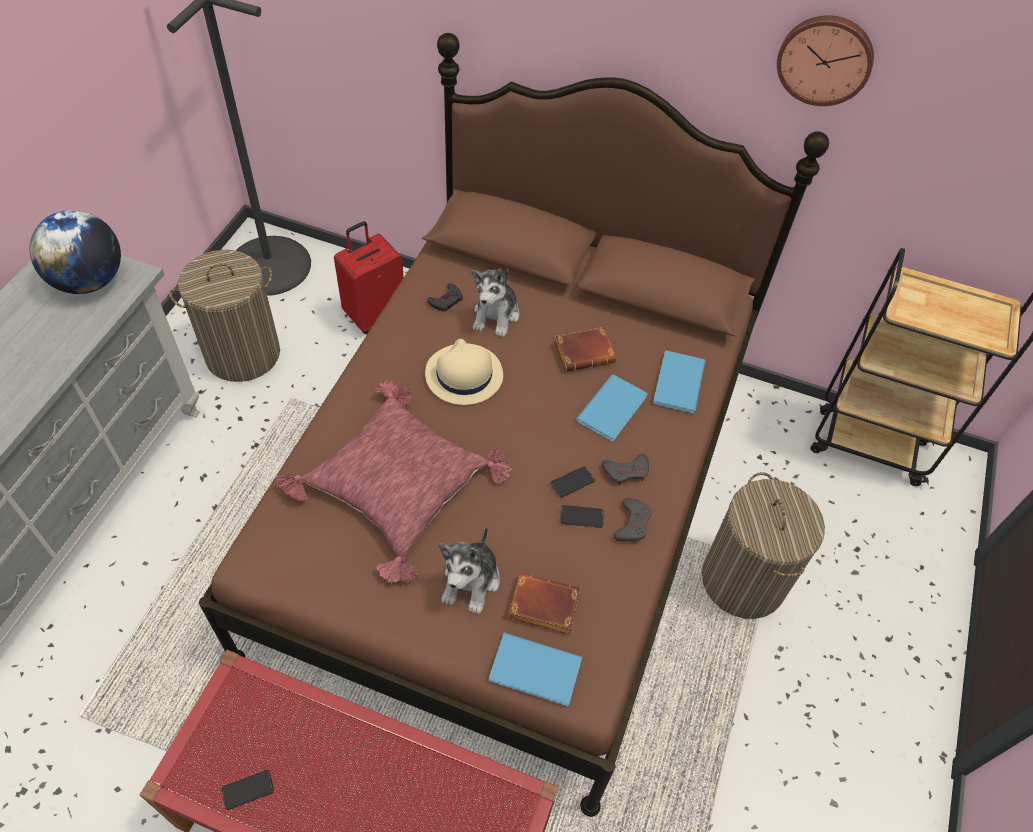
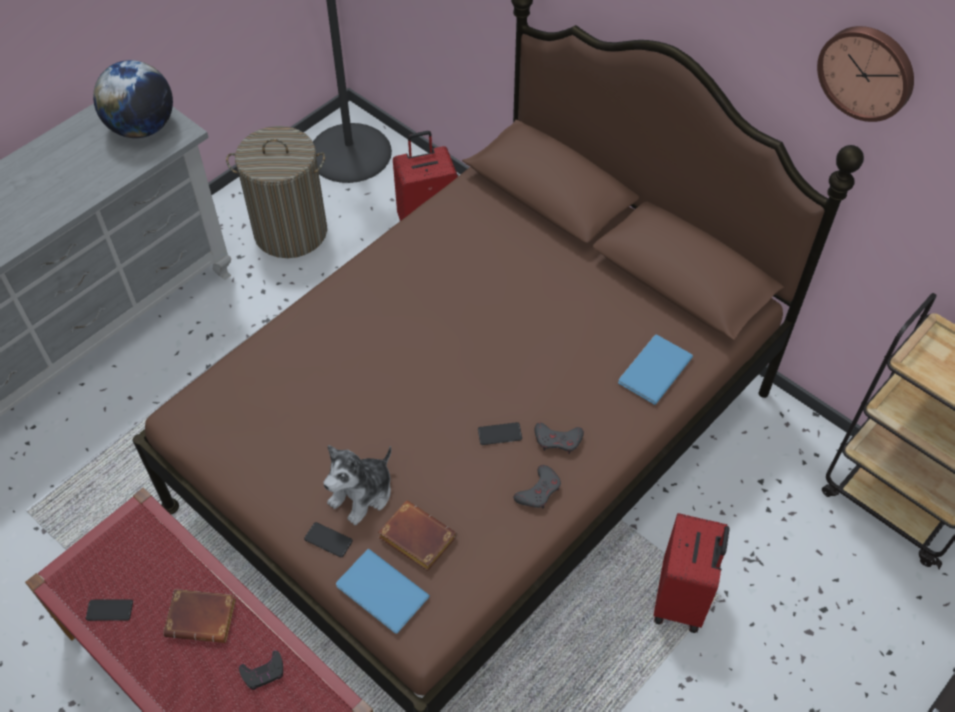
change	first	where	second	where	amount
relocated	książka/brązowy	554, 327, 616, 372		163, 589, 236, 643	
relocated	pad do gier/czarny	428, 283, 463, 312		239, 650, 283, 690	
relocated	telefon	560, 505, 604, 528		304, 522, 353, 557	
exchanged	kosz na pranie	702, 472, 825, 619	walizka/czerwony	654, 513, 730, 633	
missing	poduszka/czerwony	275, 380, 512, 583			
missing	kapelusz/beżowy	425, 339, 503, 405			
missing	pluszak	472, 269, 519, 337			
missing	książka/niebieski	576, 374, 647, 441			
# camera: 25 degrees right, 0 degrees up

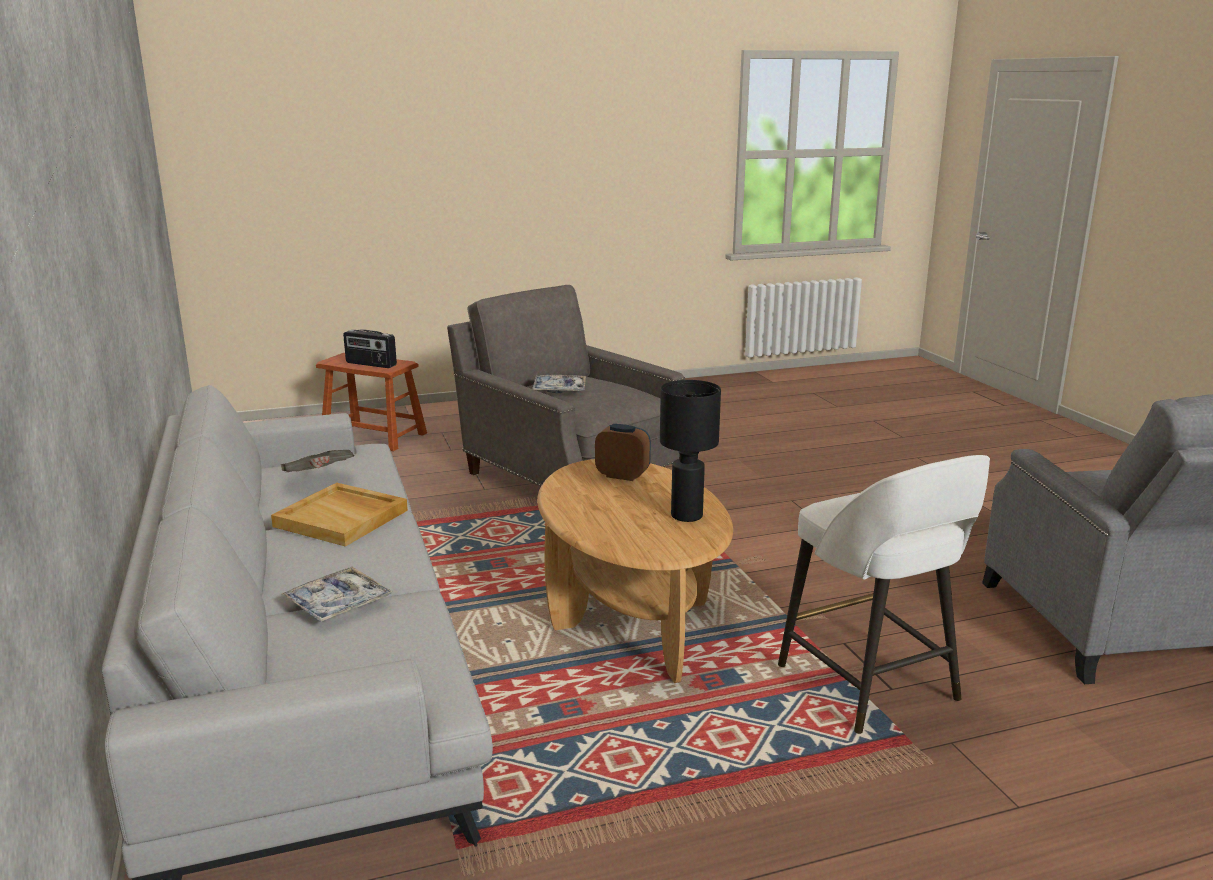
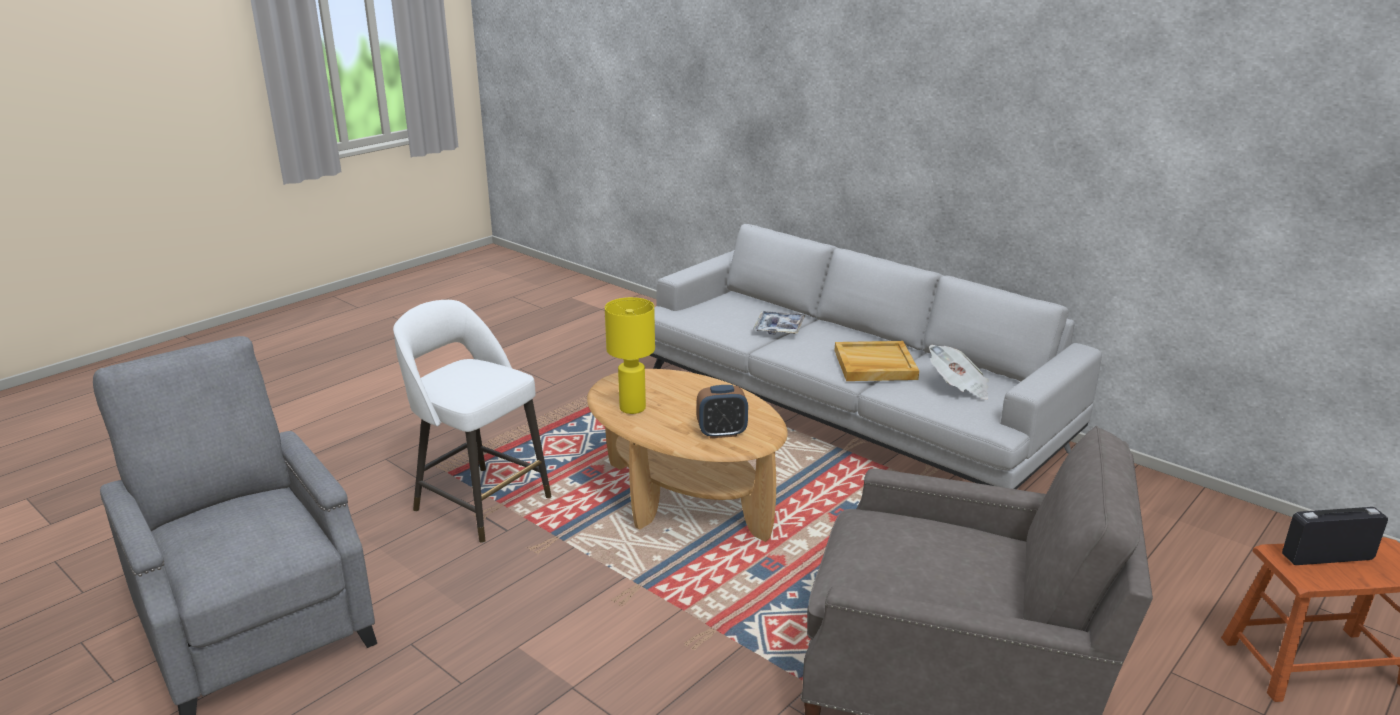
change	first	where	second	where	amount
colour	lampa stołowa/czarny	660, 380, 721, 522	lampa stołowa/żółty	605, 297, 655, 414	
missing	taca	532, 375, 586, 393			
# camera: 150 degrees right, 5 degrees up

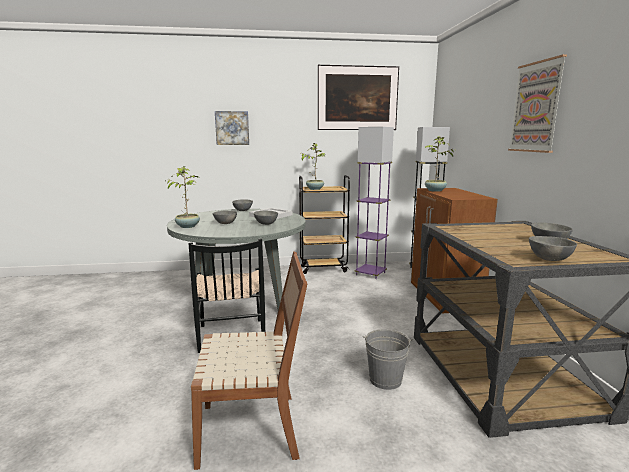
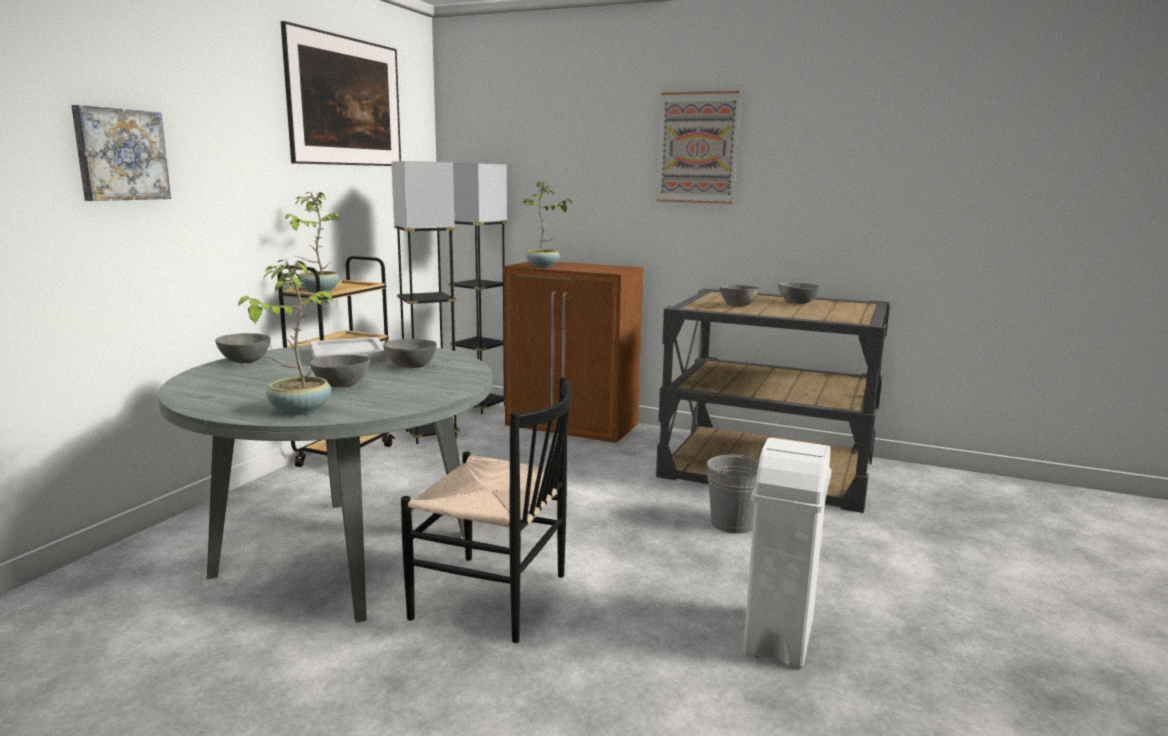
change	first	where	second	where	amount
colour	lampa stojąca/fioletowy	355, 127, 394, 279	lampa stojąca/czarny	391, 161, 460, 444	
relocated	miska/szary	529, 236, 577, 261		719, 284, 760, 306	
exchanged	krzesło	191, 251, 307, 470	kosz na śmieci/biały	743, 438, 832, 668	
# camera: 60 degrees left, 0 degrees up

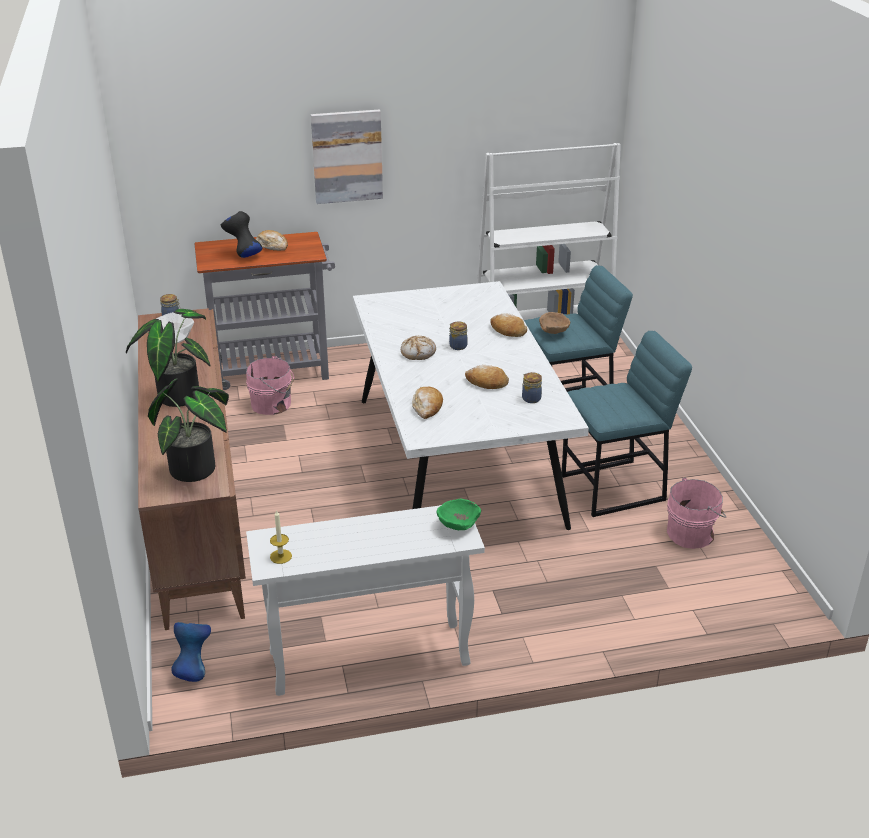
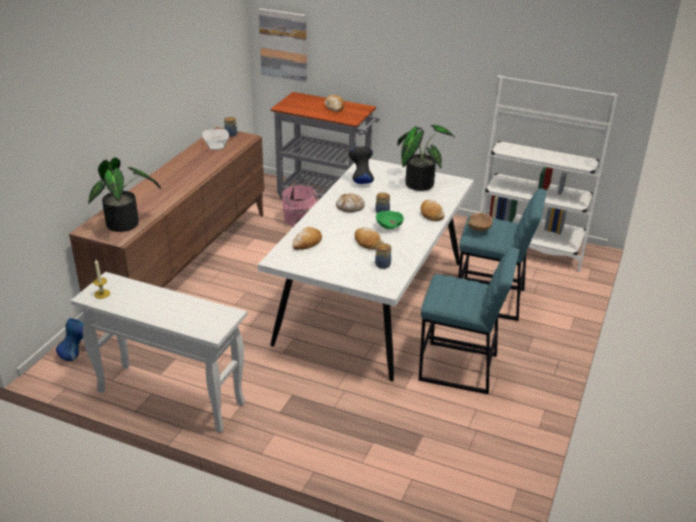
change	first	where	second	where	amount
relocated	obraz	311, 110, 383, 204		258, 8, 307, 82	
relocated	wazon/czarny	221, 211, 262, 258		348, 146, 374, 184	
relocated	miska/zielony	437, 499, 481, 530		376, 211, 404, 229	
relocated	roślina doniczkowa	126, 309, 210, 407		397, 125, 455, 191	
missing	wiadro/różowy	667, 478, 726, 549			
# camera: 35 degrees right, 0 degrees up

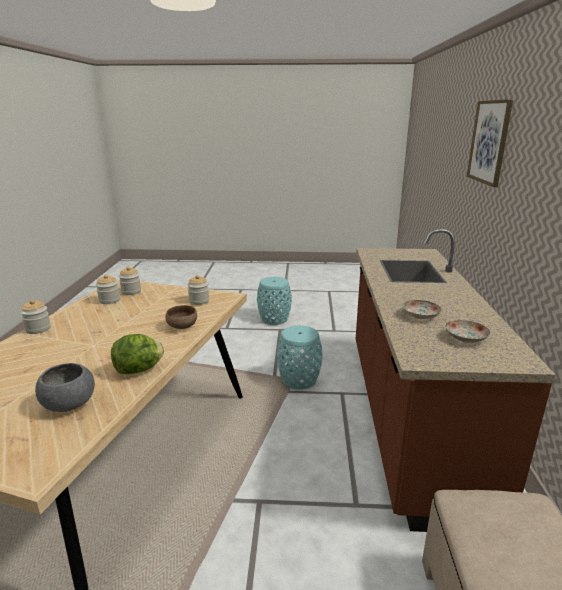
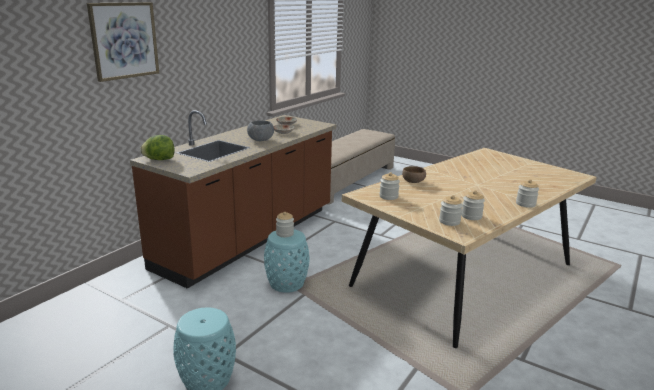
change	first	where	second	where	amount
relocated	sałata	111, 334, 164, 374		140, 135, 175, 160	
relocated	miska/szary	35, 363, 95, 412		247, 120, 274, 141	
appeared			słoik	276, 212, 294, 237	
# camera: 150 degrees left, 0 degrees up

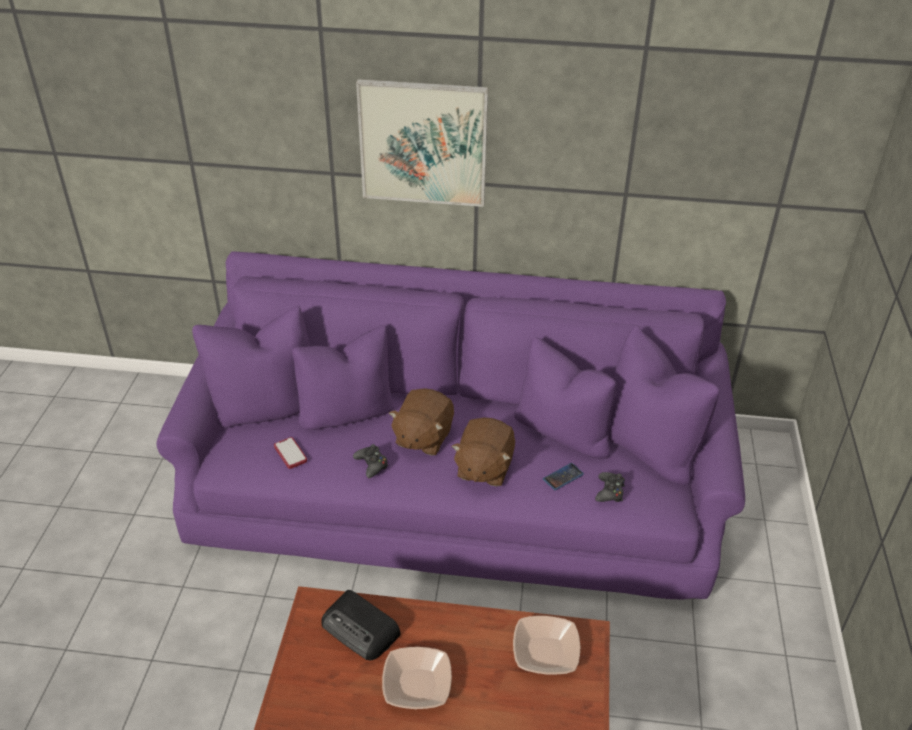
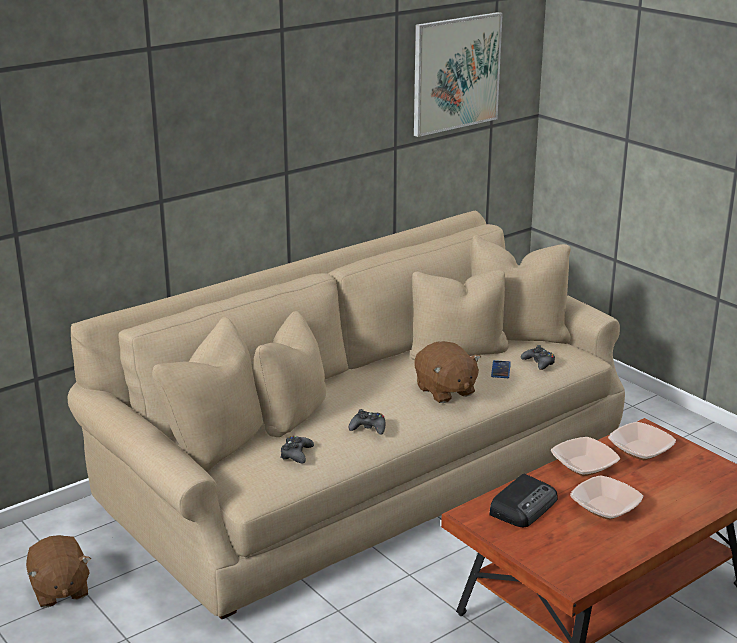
change	first	where	second	where	amount
relocated	pluszak/brązowy	389, 388, 454, 456		26, 535, 91, 608	
colour	kanapa/fioletowy	157, 251, 745, 600	kanapa/beżowy	68, 211, 625, 619	
exchanged	telefon	274, 437, 307, 469	pad do gier/czarny	280, 436, 314, 463	
relocated	obraz	356, 79, 488, 207		414, 12, 503, 137	
spun	radio	321, 590, 401, 660		490, 474, 558, 527	45 degrees counterclockwise
appeared			miska	551, 437, 620, 476	
# camera: 45 degrees left, 15 degrees down

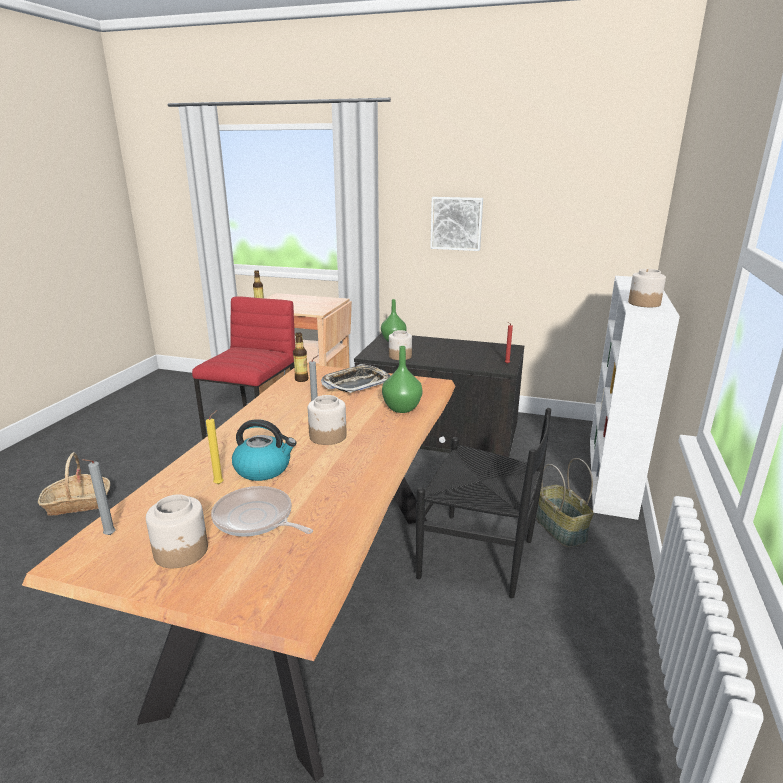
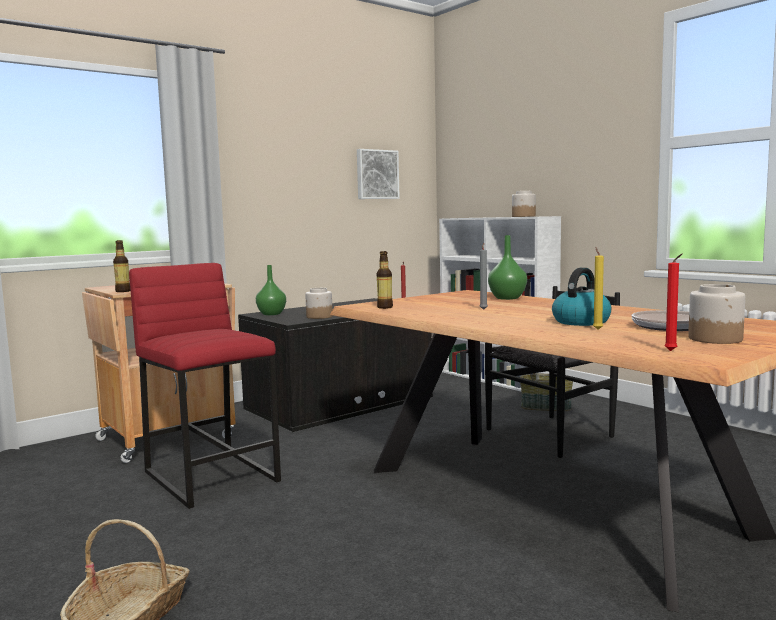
change	first	where	second	where	amount
relocated	obraz	430, 197, 483, 251		357, 149, 400, 199	
colour	świeca/szary	82, 459, 116, 535	świeca/czerwony	664, 254, 682, 351	
missing	słoik	308, 395, 347, 445			
missing	taca	321, 364, 390, 393			
# camera: 55 degrees left, 15 degrees down

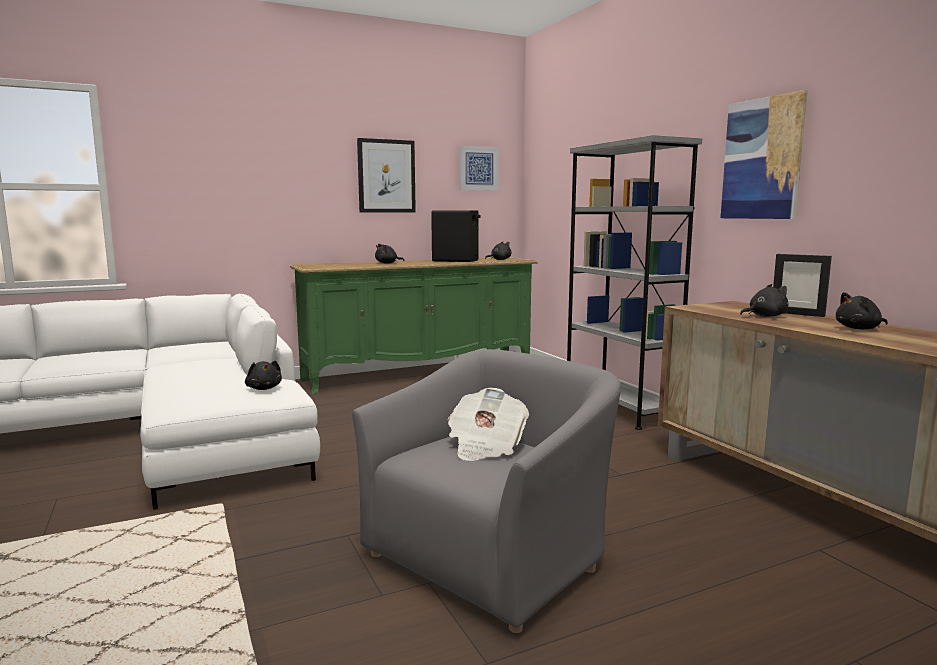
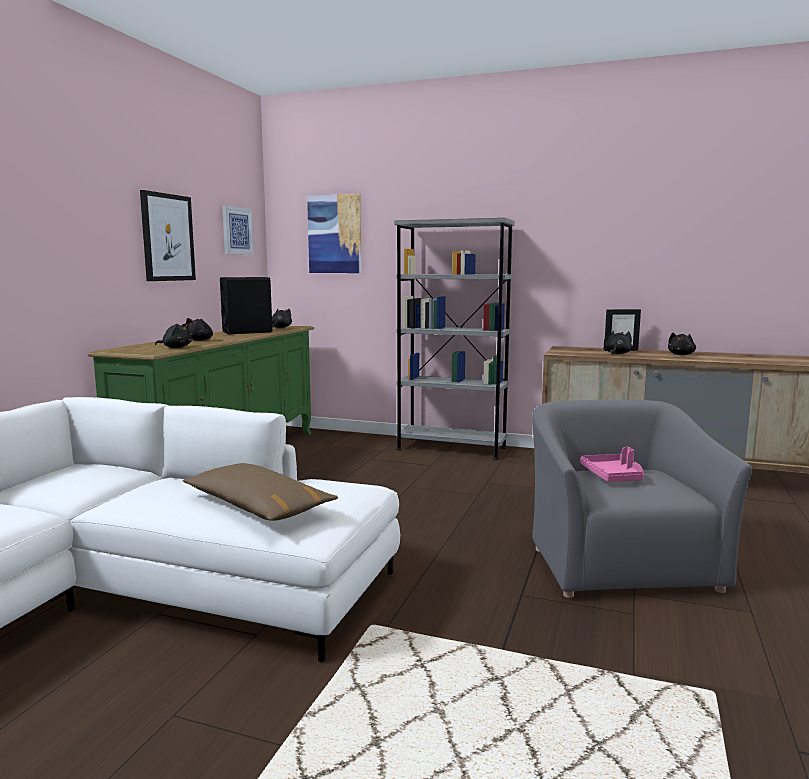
change	first	where	second	where	amount
relocated	pluszak/czarny	245, 360, 282, 390		155, 323, 192, 348	
appeared			poduszka/brązowy	183, 463, 338, 521	
relocated	obraz	720, 90, 808, 219		307, 194, 362, 273	
exchanged	gazeta	447, 388, 529, 461	taca/różowy	580, 447, 644, 482	
# camera: 45 degrees left, 0 degrees up

